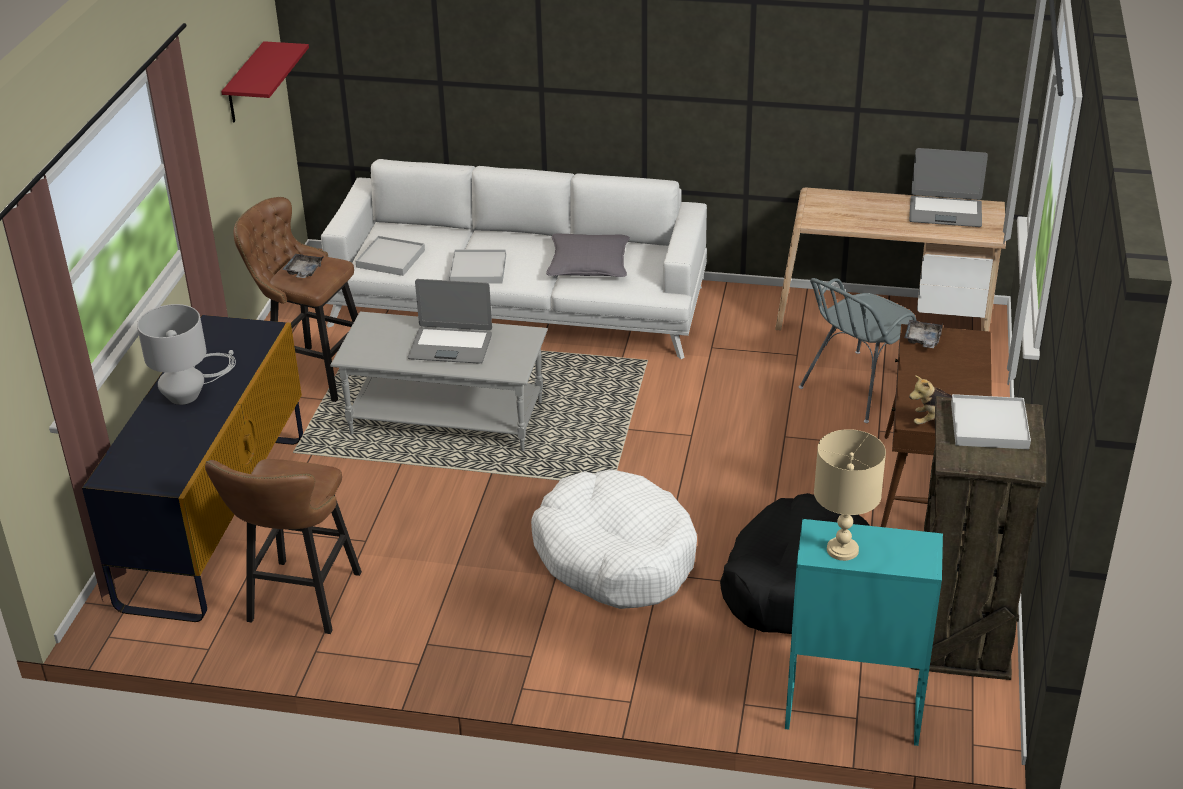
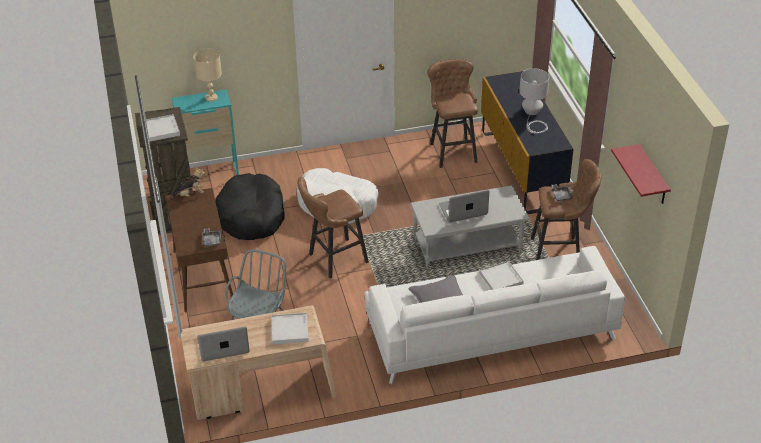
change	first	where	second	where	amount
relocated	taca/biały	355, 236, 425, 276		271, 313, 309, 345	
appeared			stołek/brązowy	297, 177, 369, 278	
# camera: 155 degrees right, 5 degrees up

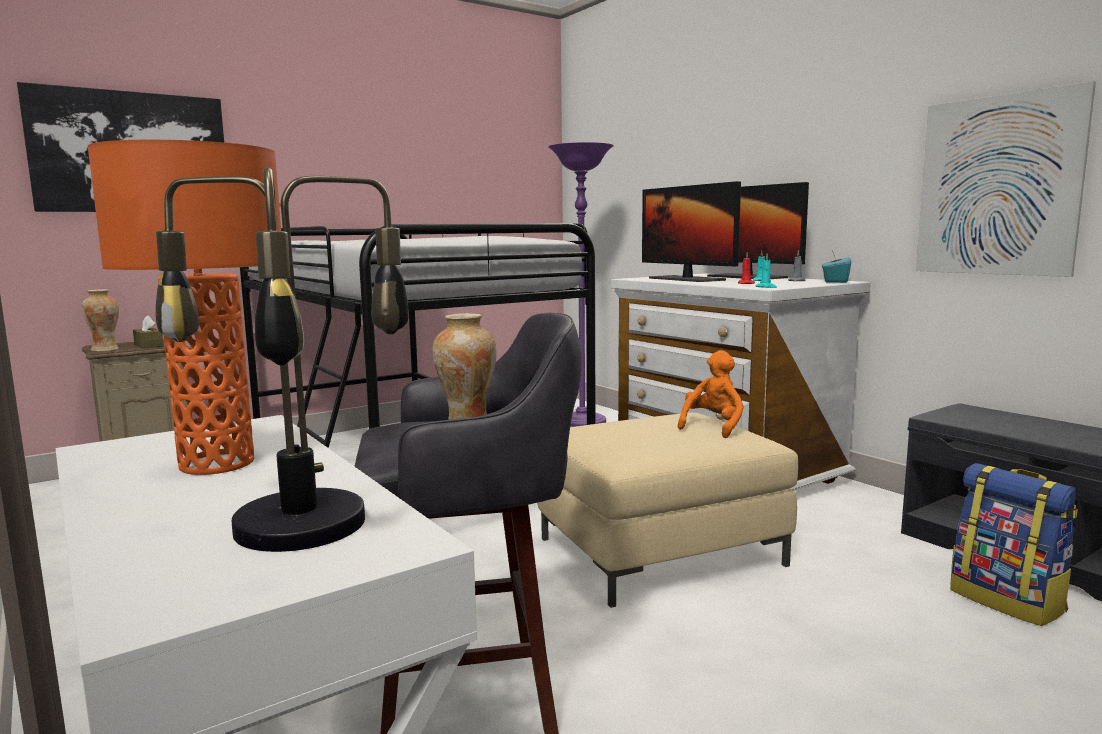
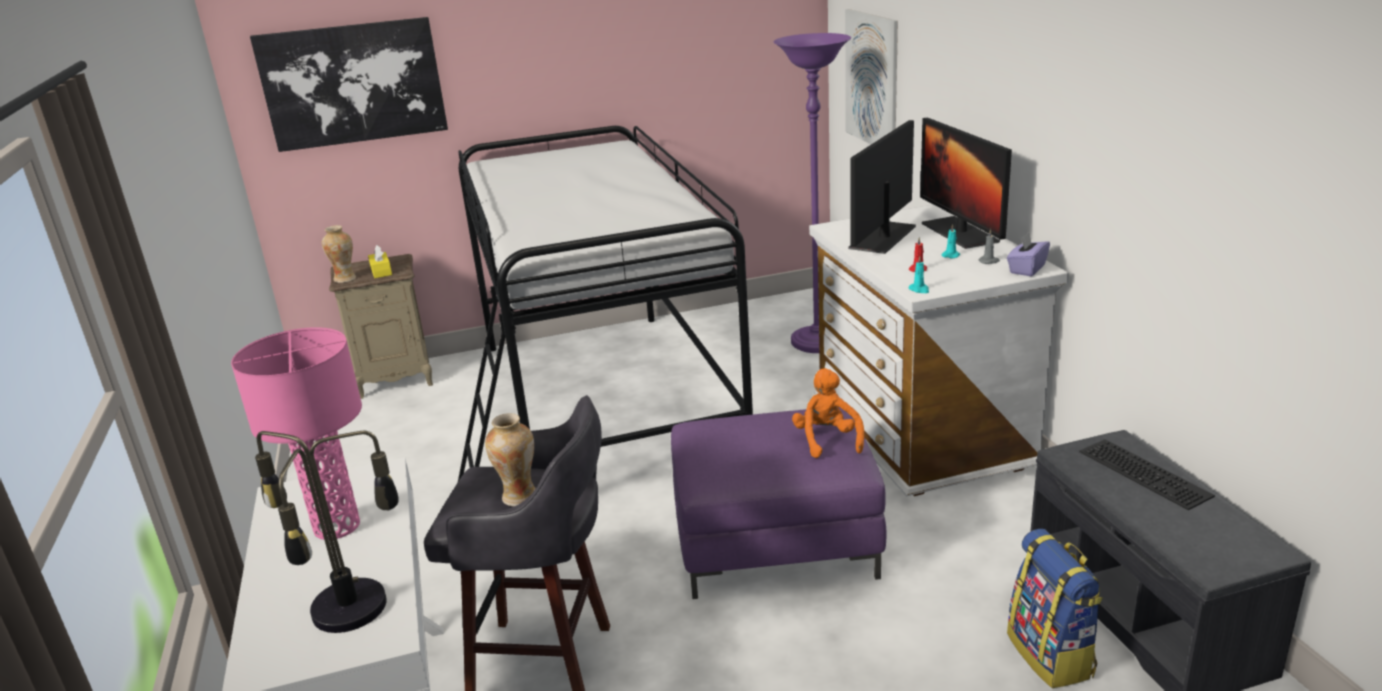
change	first	where	second	where	amount
colour	lampa stołowa/pomarańczowy	88, 140, 281, 475	lampa stołowa/różowy	231, 327, 362, 540	
colour	pudełko chusteczek/brązowy	133, 315, 164, 349	pudełko chusteczek/żółty	368, 245, 392, 278	
colour	pufa/beżowy	537, 413, 798, 608	pufa/fioletowy	671, 407, 886, 599	
spun	pluszak/pomarańczowy	678, 350, 744, 438		792, 368, 864, 458	60 degrees counterclockwise
relocated	obraz	916, 81, 1096, 277		845, 9, 898, 144	
spun	monitor	642, 181, 741, 282		849, 120, 916, 254	45 degrees clockwise
colour	pudełko chusteczek/turkusowy	822, 251, 851, 283	pudełko chusteczek/fioletowy	1007, 233, 1050, 276	
appeared			klawiatura	1079, 439, 1215, 510	
# camera: 20 degrees right, 15 degrees up

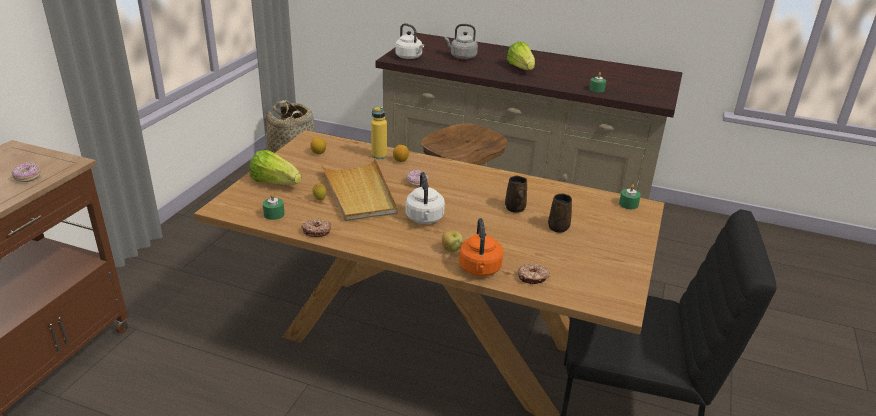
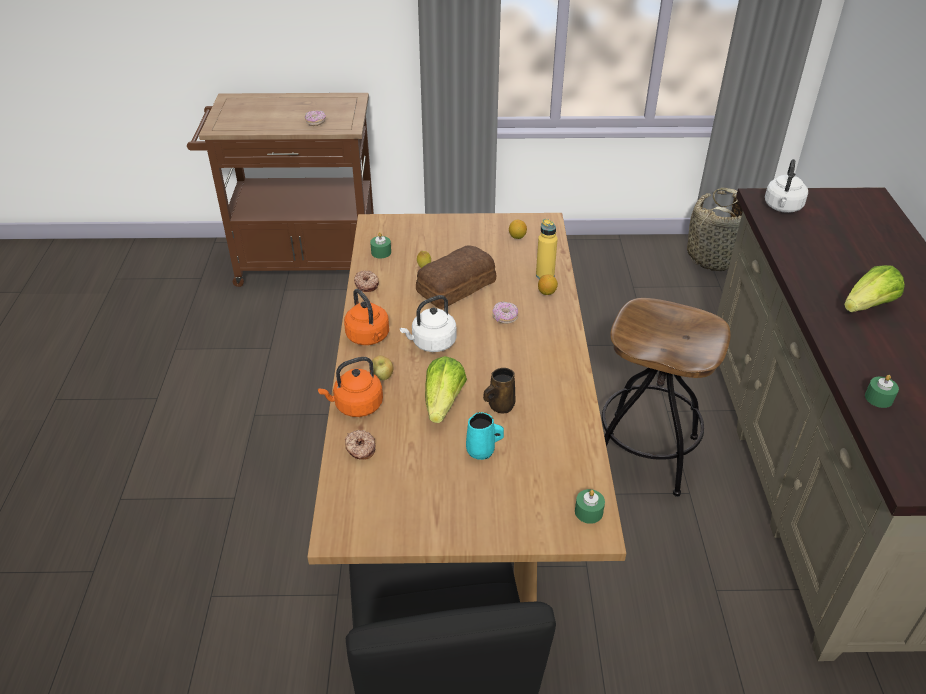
change	first	where	second	where	amount
appeared			czajnik/pomarańczowy	344, 289, 389, 345	
exchanged	taca/beżowy	321, 158, 397, 221	chleb	416, 245, 496, 309	
relocated	sałata	250, 150, 301, 185		425, 356, 467, 423	
colour	kubek/brązowy	548, 193, 572, 233	kubek/turkusowy	466, 412, 504, 460	
missing	czajnik/szary	445, 24, 478, 59			
# camera: 70 degrees right, 10 degrees up

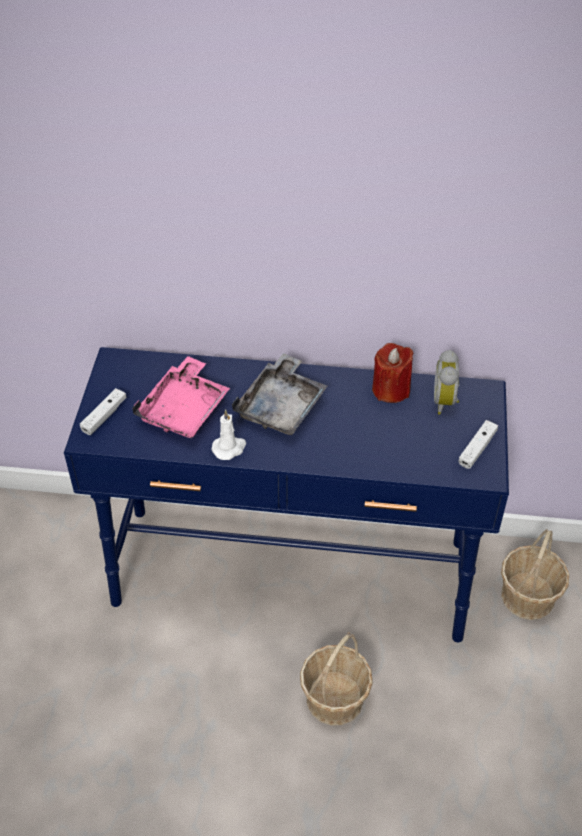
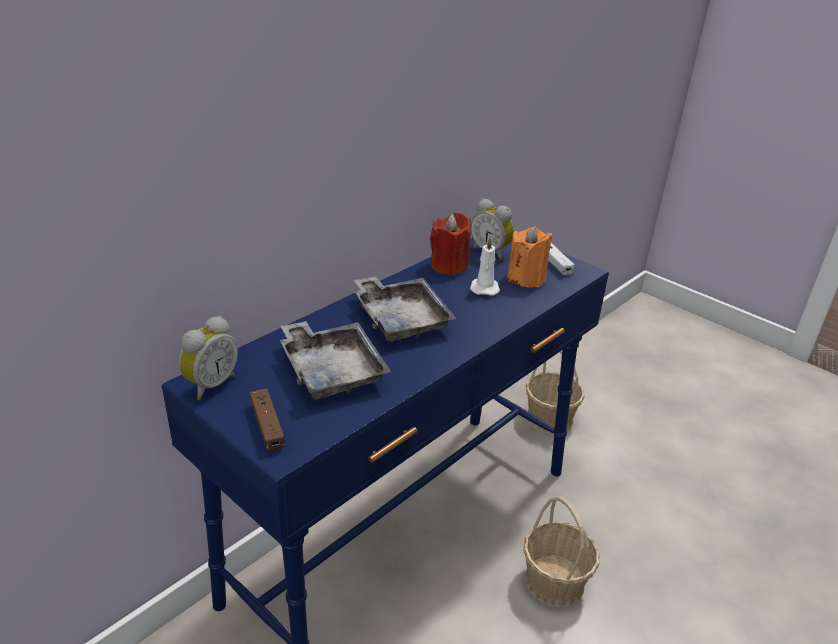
change	first	where	second	where	amount
appeared			budzik	178, 316, 238, 400	
colour	pad do gier/biały	80, 388, 127, 435	pad do gier/brązowy	250, 388, 285, 451	
colour	taca/różowy	132, 356, 230, 438	taca/szary	280, 321, 391, 400	
relocated	świeca/biały	212, 409, 246, 460		470, 236, 500, 296	
appeared			świeca/pomarańczowy	507, 226, 553, 287	
# camera: 55 degrees left, 15 degrees down

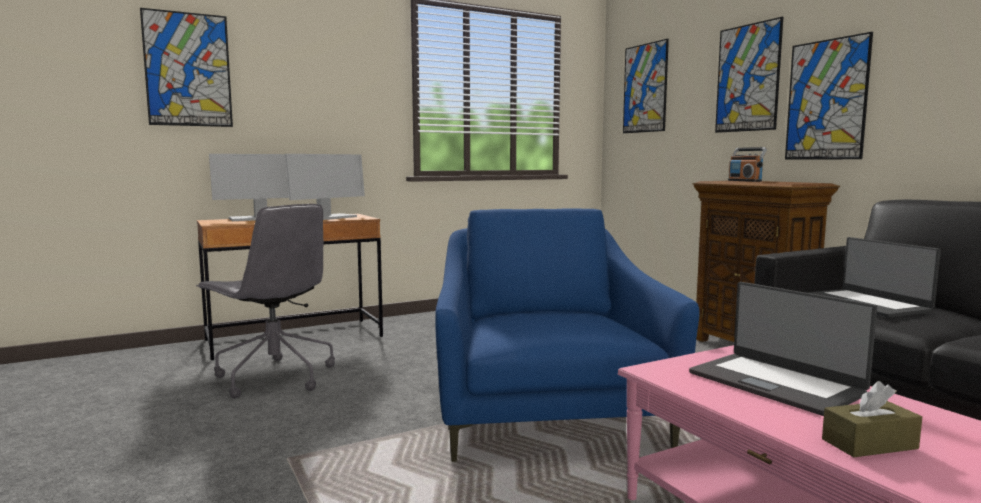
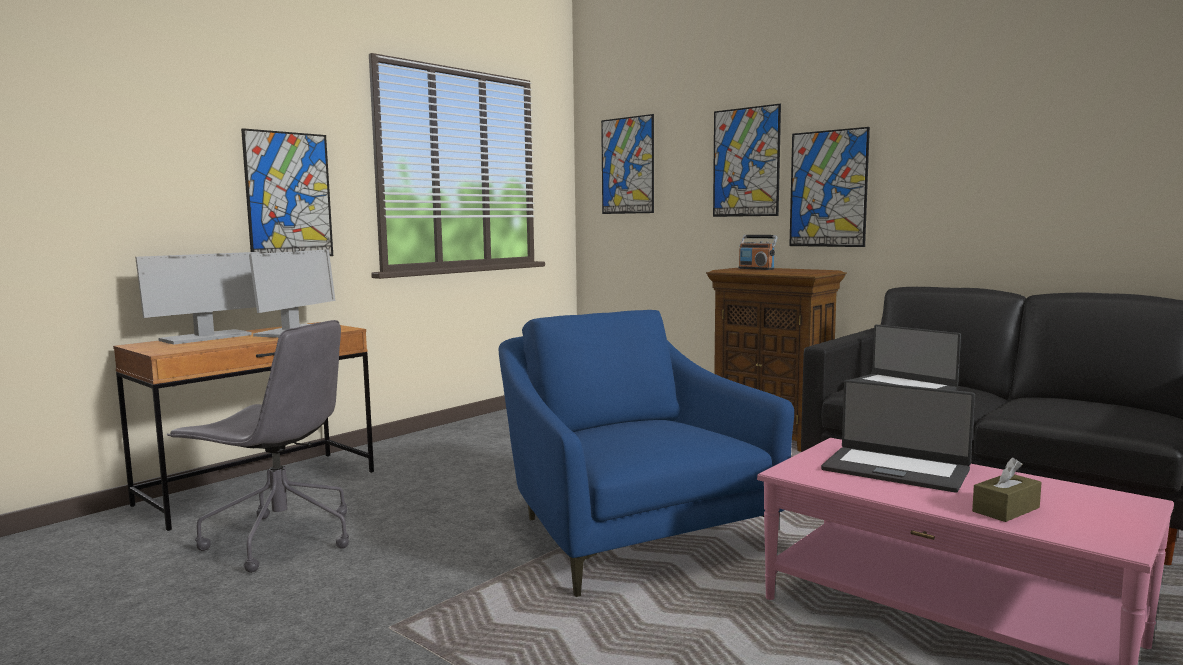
change	first	where	second	where	amount
relocated	obraz	140, 8, 233, 127		241, 128, 333, 256	
# camera: 20 degrees left, 0 degrees up

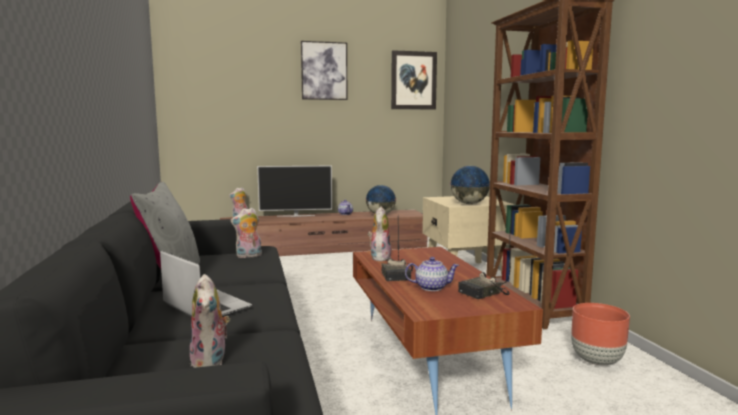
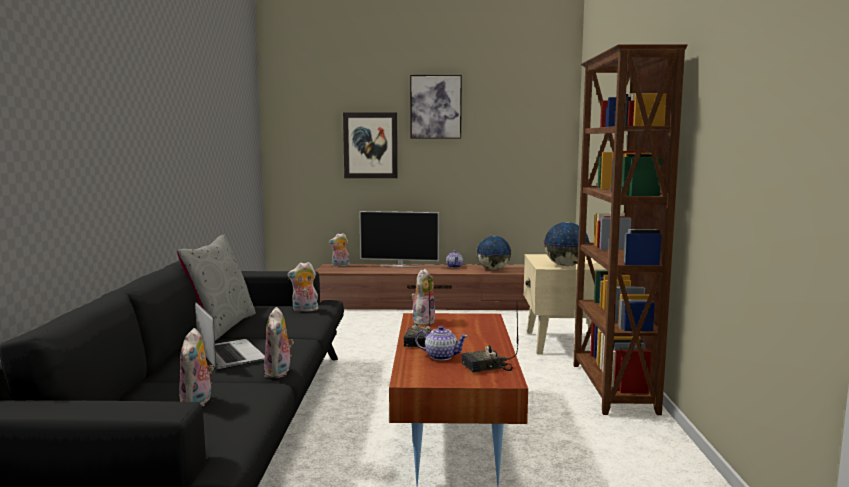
change	first	where	second	where	amount
appeared			pluszak	264, 307, 294, 378	
relocated	obraz	391, 50, 437, 110		343, 112, 398, 178	
missing	donica/brązowy	571, 303, 630, 366			
# camera: 15 degrees right, 0 degrees up

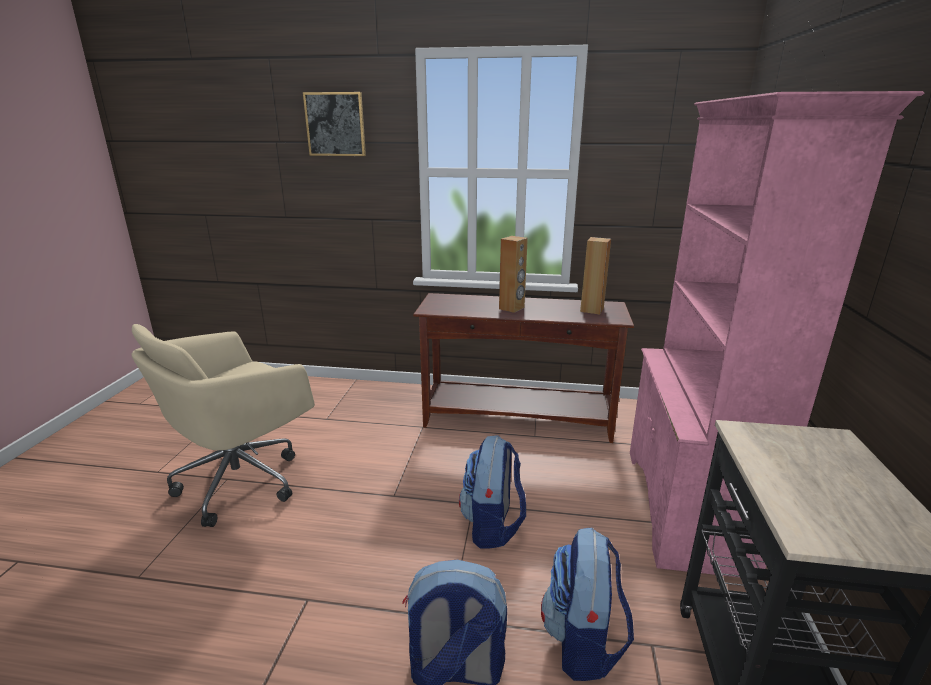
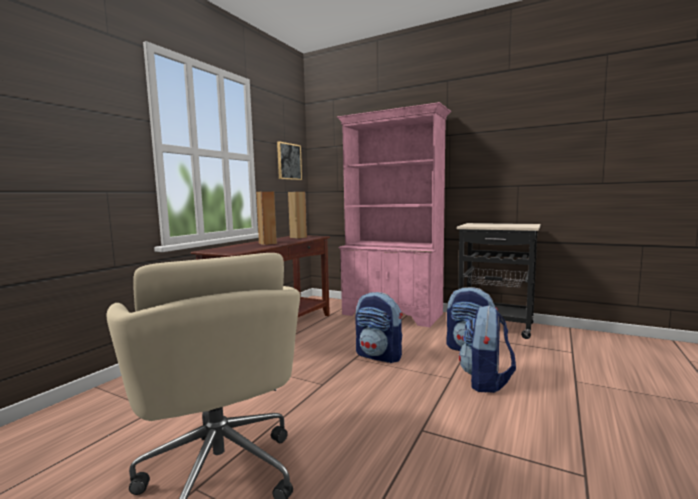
change	first	where	second	where	amount
relocated	obraz	303, 92, 366, 156		277, 141, 302, 180	
# camera: 70 degrees left, 15 degrees down

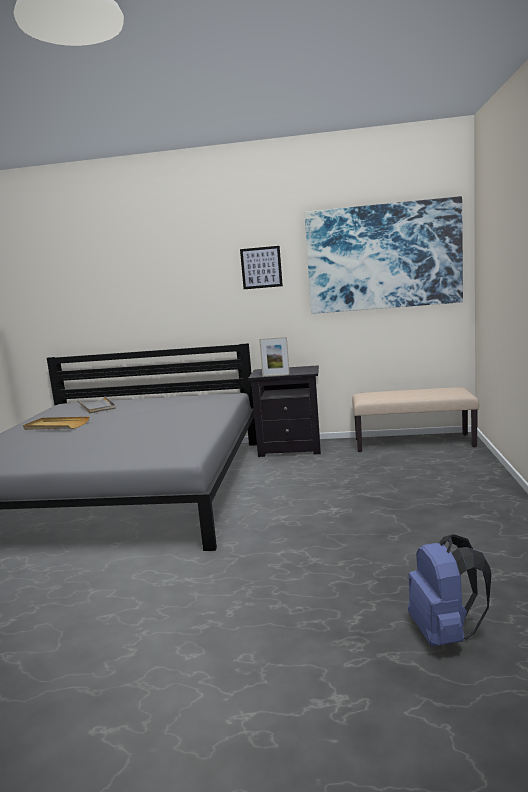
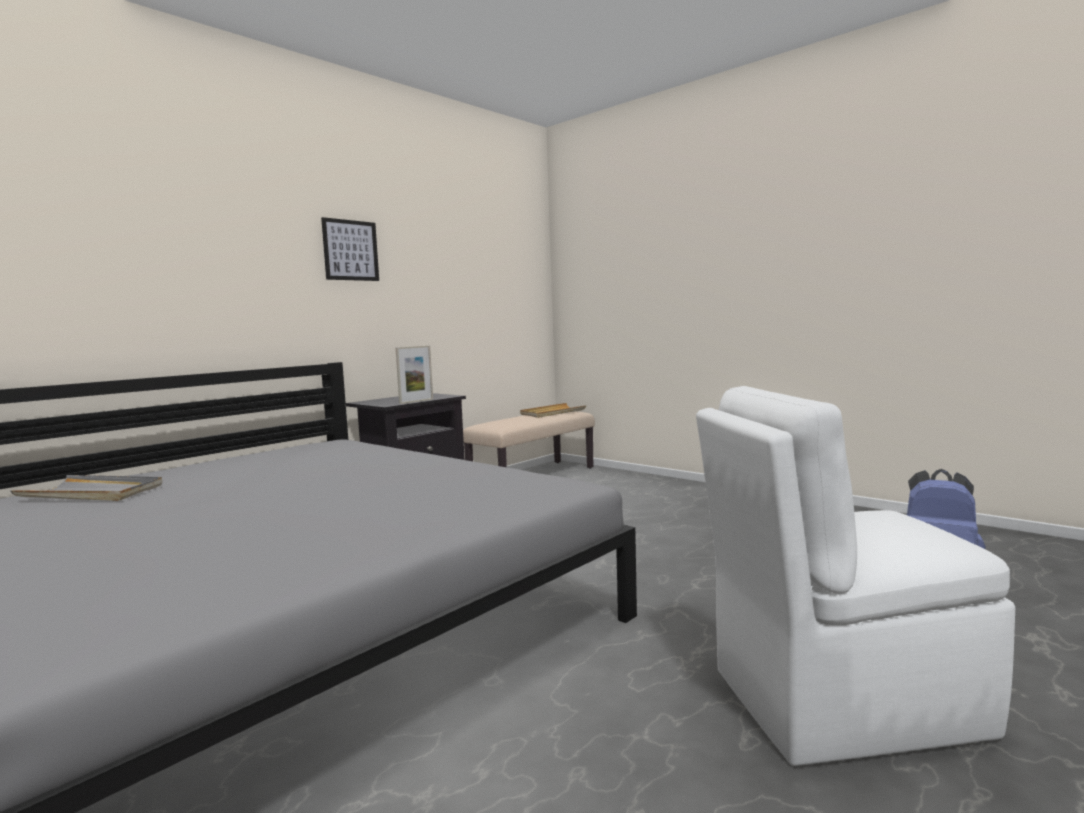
change	first	where	second	where	amount
relocated	taca/beżowy	23, 417, 89, 430		520, 403, 586, 418	
appeared			krzesło/biały	696, 386, 1015, 766	
missing	obraz	305, 196, 463, 314			
# camera: 55 degrees left, 5 degrees down

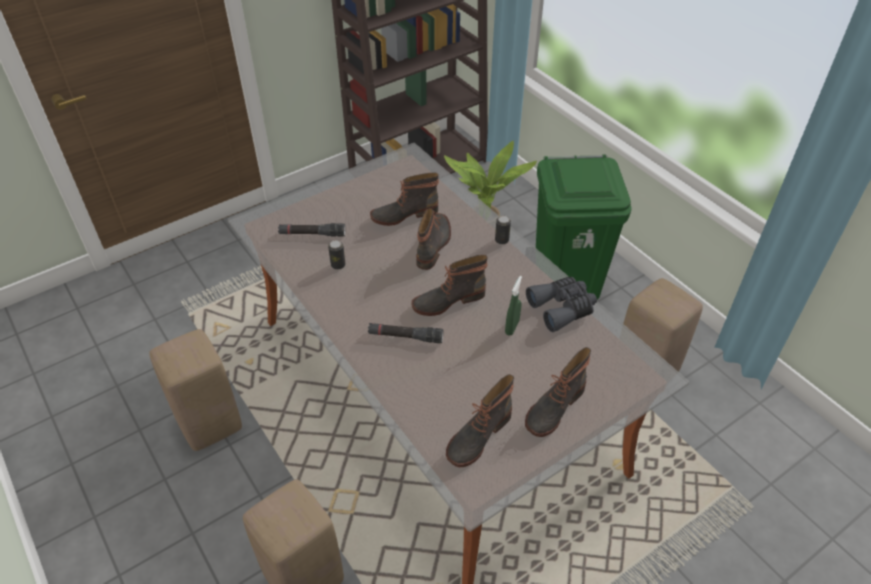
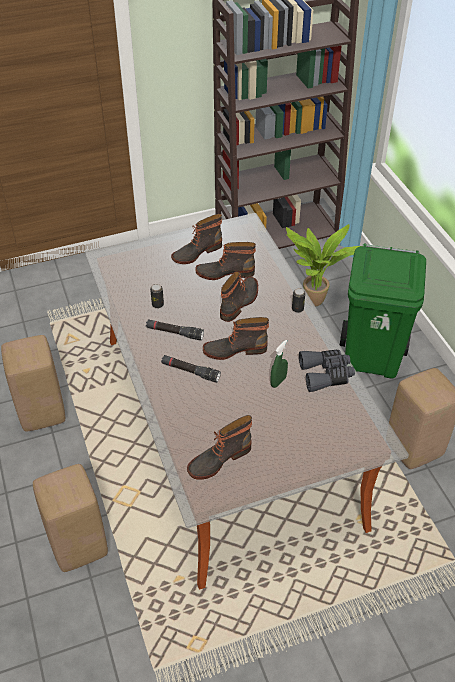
change	first	where	second	where	amount
relocated	latarka/czarny	278, 223, 345, 237		146, 319, 204, 340	
relocated	but z cholewką	525, 347, 591, 437		171, 214, 222, 264	
# camera: 15 degrees right, 0 degrees up

